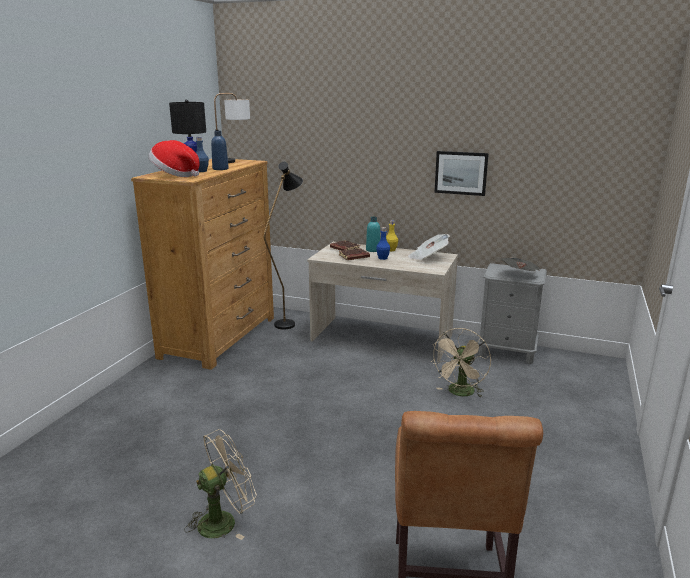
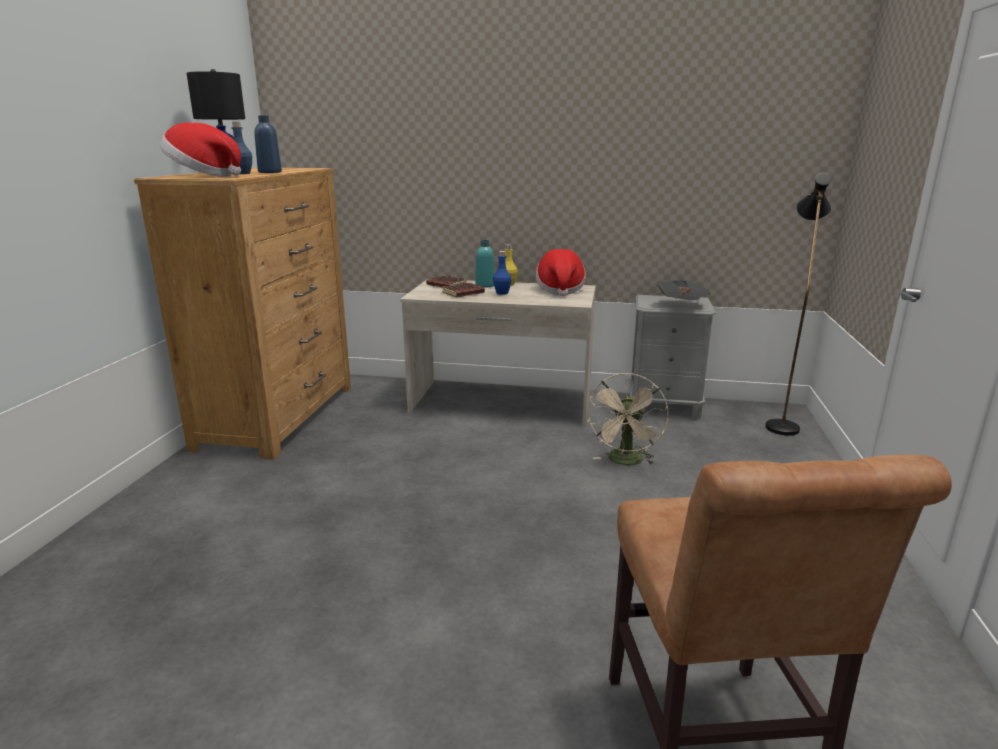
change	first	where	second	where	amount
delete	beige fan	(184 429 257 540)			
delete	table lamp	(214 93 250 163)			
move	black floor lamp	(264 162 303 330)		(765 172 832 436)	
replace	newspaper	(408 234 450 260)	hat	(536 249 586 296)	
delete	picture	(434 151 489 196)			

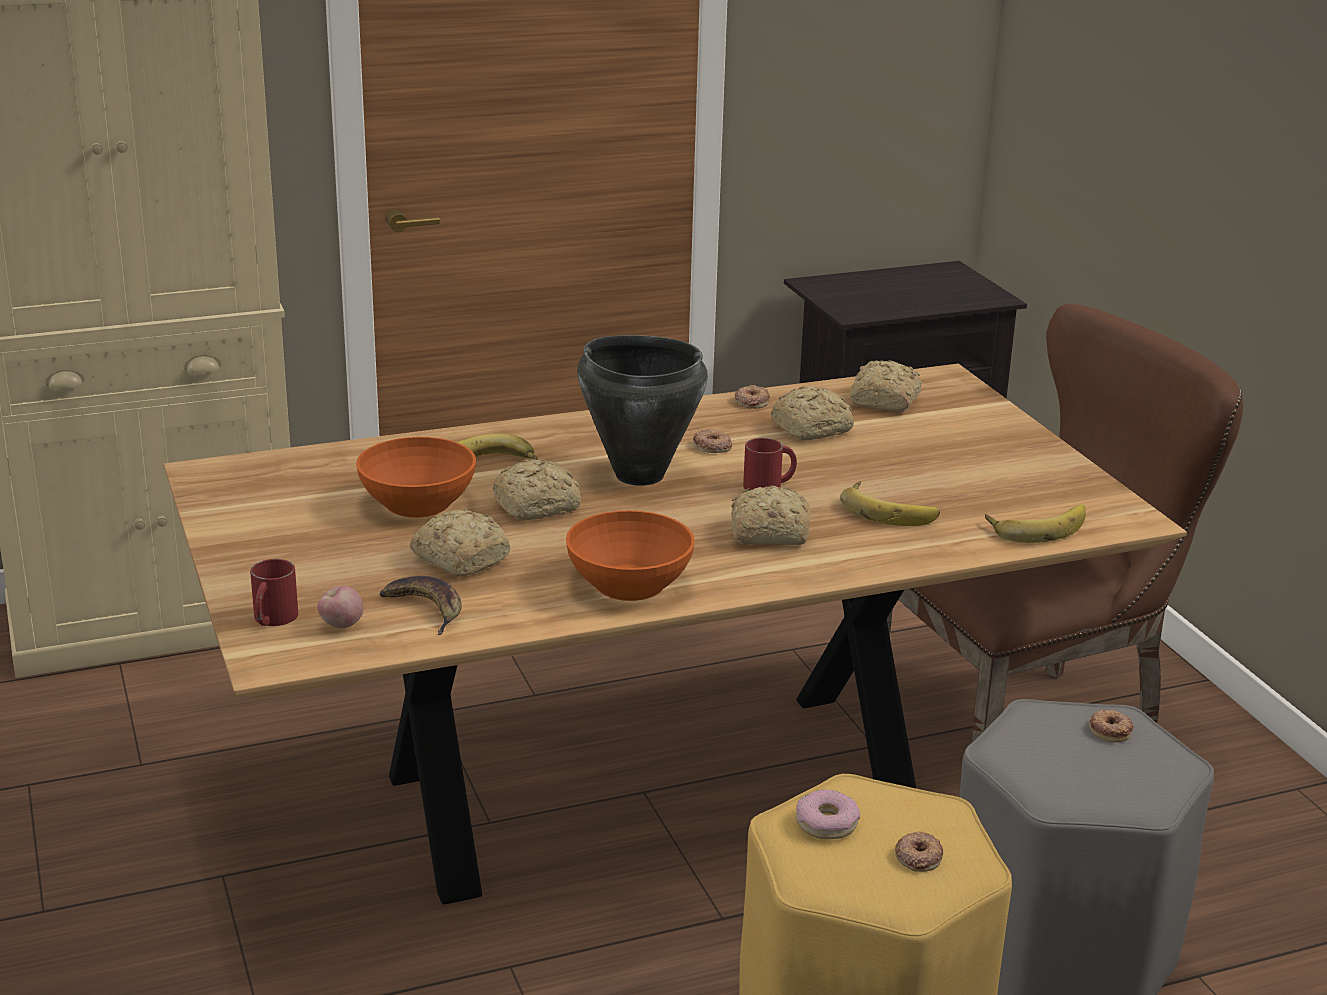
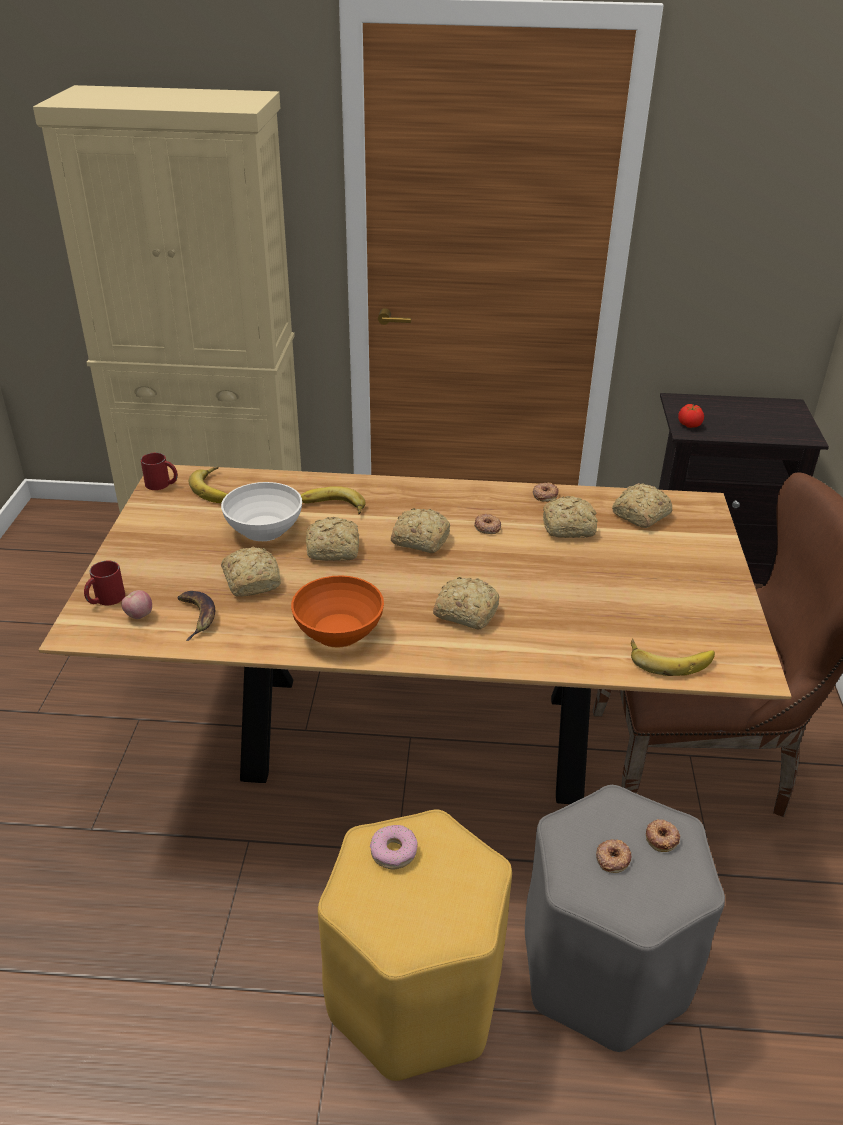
change	first	where	second	where	amount
recolor	orange bowl	(356 437 476 518)	white bowl	(221 482 302 541)	
replace	black cooking pot	(577 335 708 486)	bread	(391 508 450 553)	
move	red mug	(743 438 797 490)		(141 453 178 490)	
move	banana	(840 481 940 526)		(188 467 227 503)	
move	donut	(895 831 943 872)		(596 839 632 873)	
insert			tomato	(678 404 704 428)	

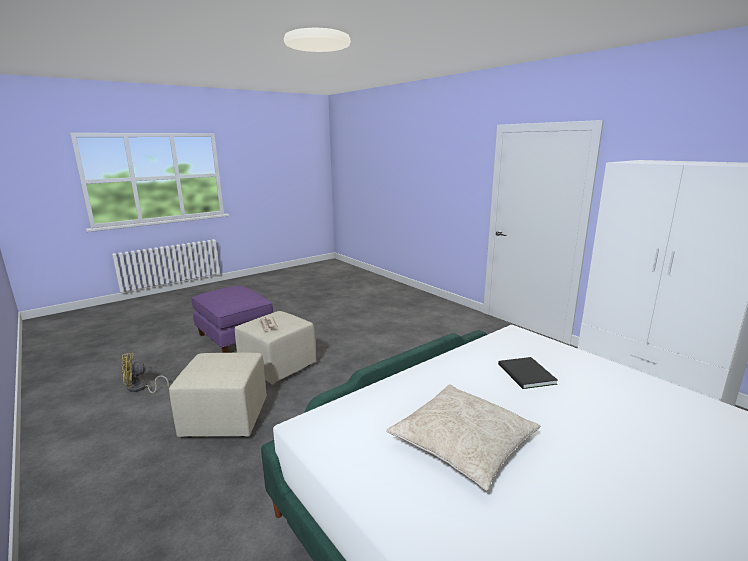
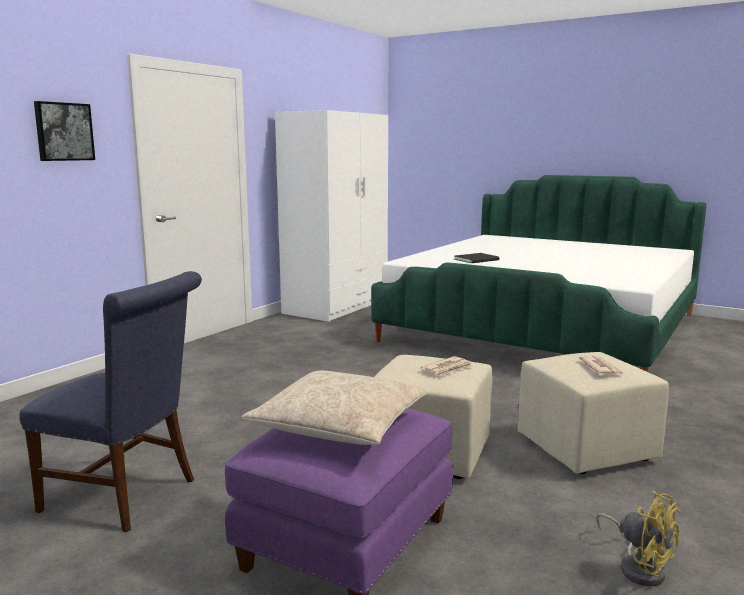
change	first	where	second	where	amount
move	beige pillow	(386 385 540 491)		(241 371 428 445)	
insert			blue chair	(19 271 202 533)	
insert			picture	(34 101 95 161)	
insert			newspaper	(579 356 624 375)	

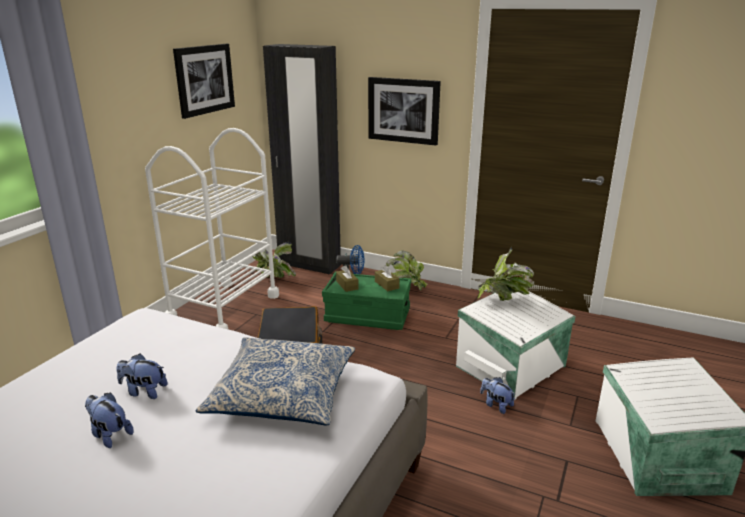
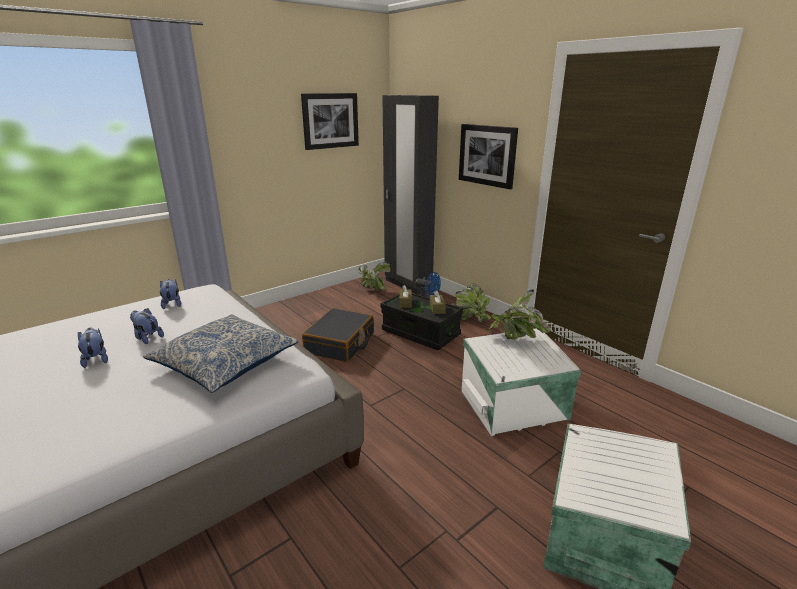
change	first	where	second	where	amount
delete	white cart	(145 128 279 329)			
recolor	green storage box	(322 271 411 330)	black storage box	(380 293 463 350)	
move	plush toy	(480 377 515 414)		(160 279 181 309)	

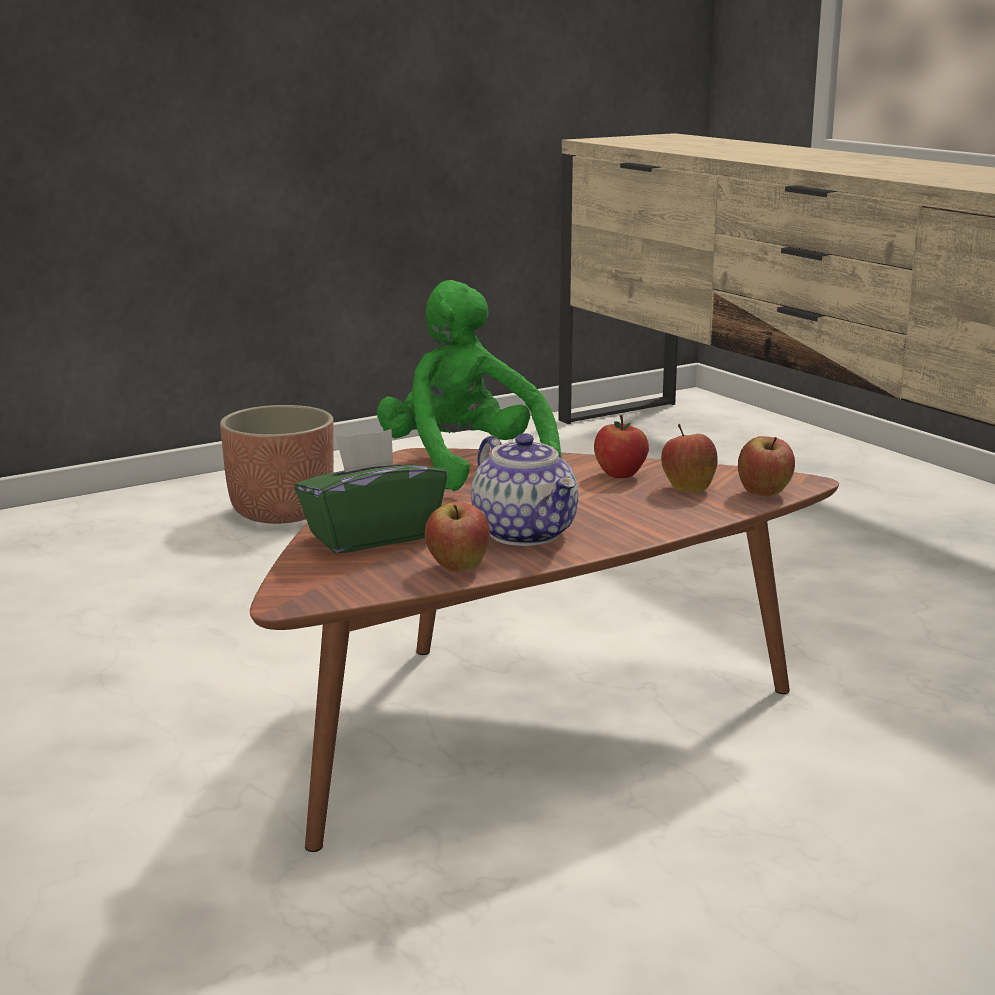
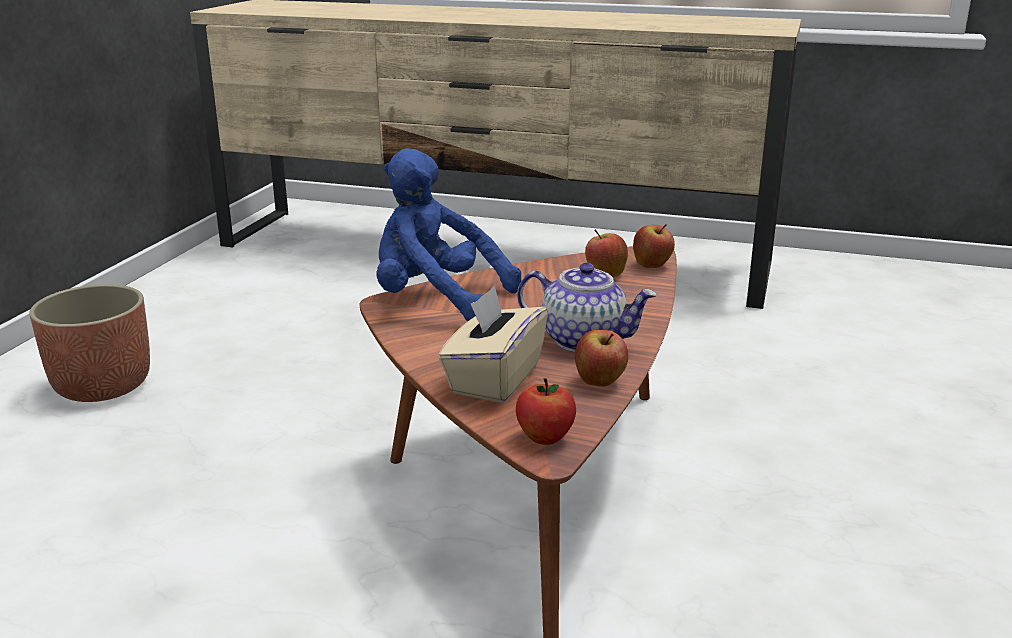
change	first	where	second	where	amount
recolor	green tissue box	(295 429 447 554)	beige tissue box	(438 286 548 403)	
recolor	green plush toy	(377 280 562 491)	blue plush toy	(376 148 521 321)	
move	apple	(594 415 649 478)		(516 378 576 445)	

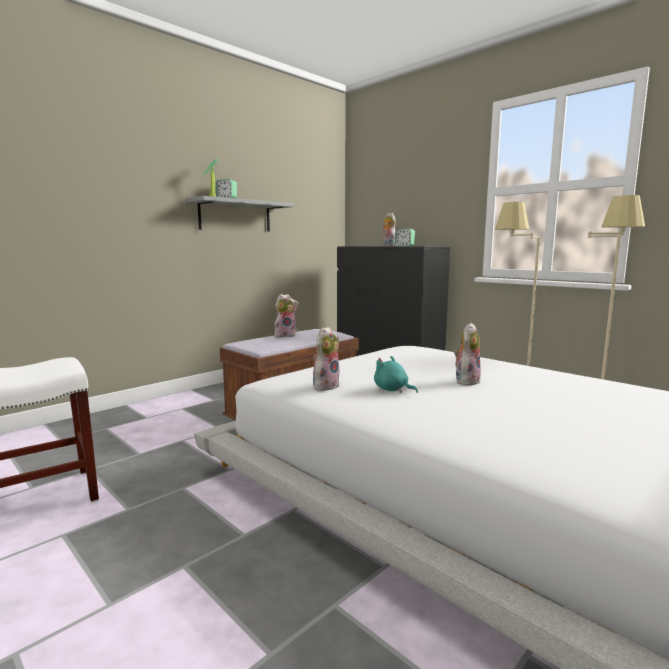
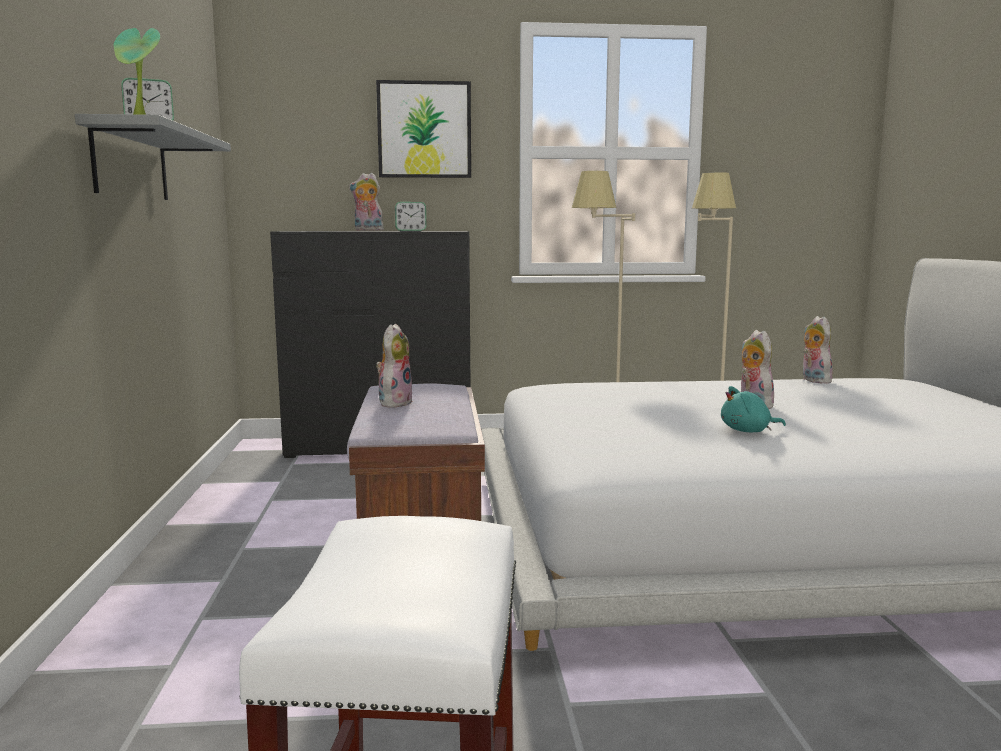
change	first	where	second	where	amount
move	plush toy	(313 326 339 391)		(803 316 833 384)	
insert			picture	(376 80 471 178)	

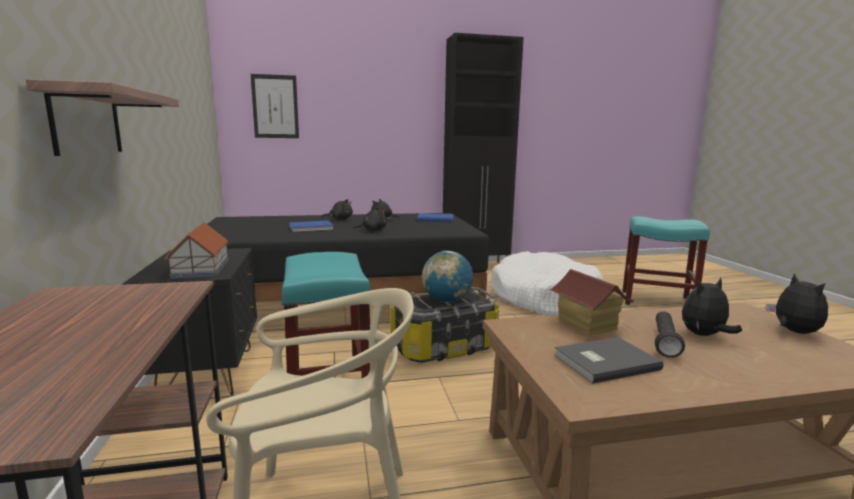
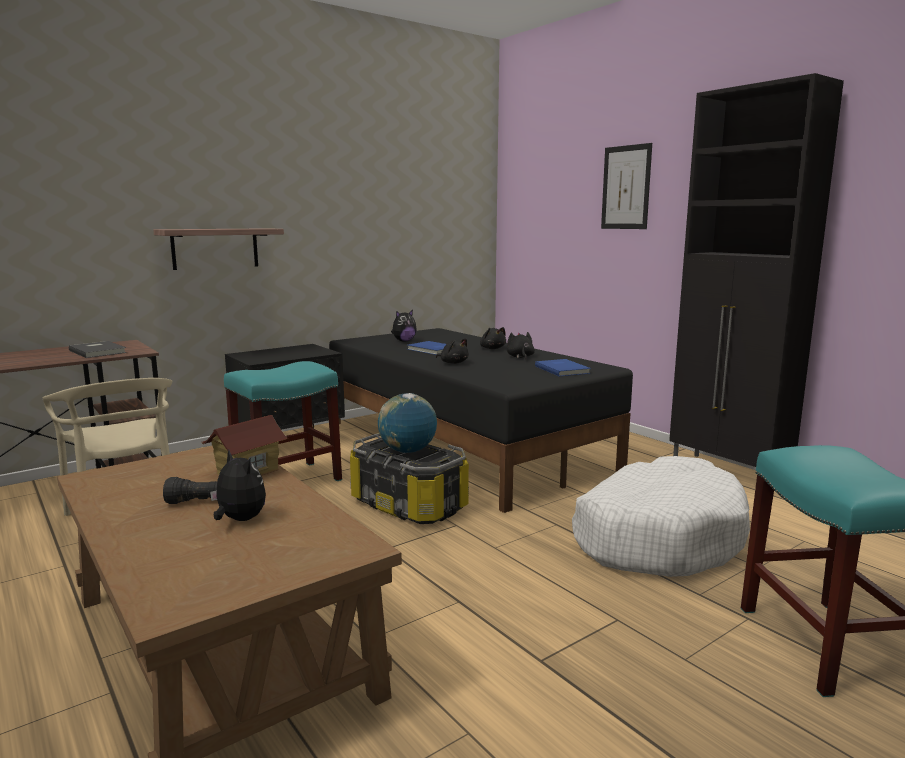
change	first	where	second	where	amount
delete	toy house	(165 222 229 279)			
move	picture	(251 74 299 138)		(601 143 652 229)	
move	grey book	(554 337 663 384)		(69 341 127 358)	
move	plush toy	(767 273 828 334)		(391 310 417 342)	

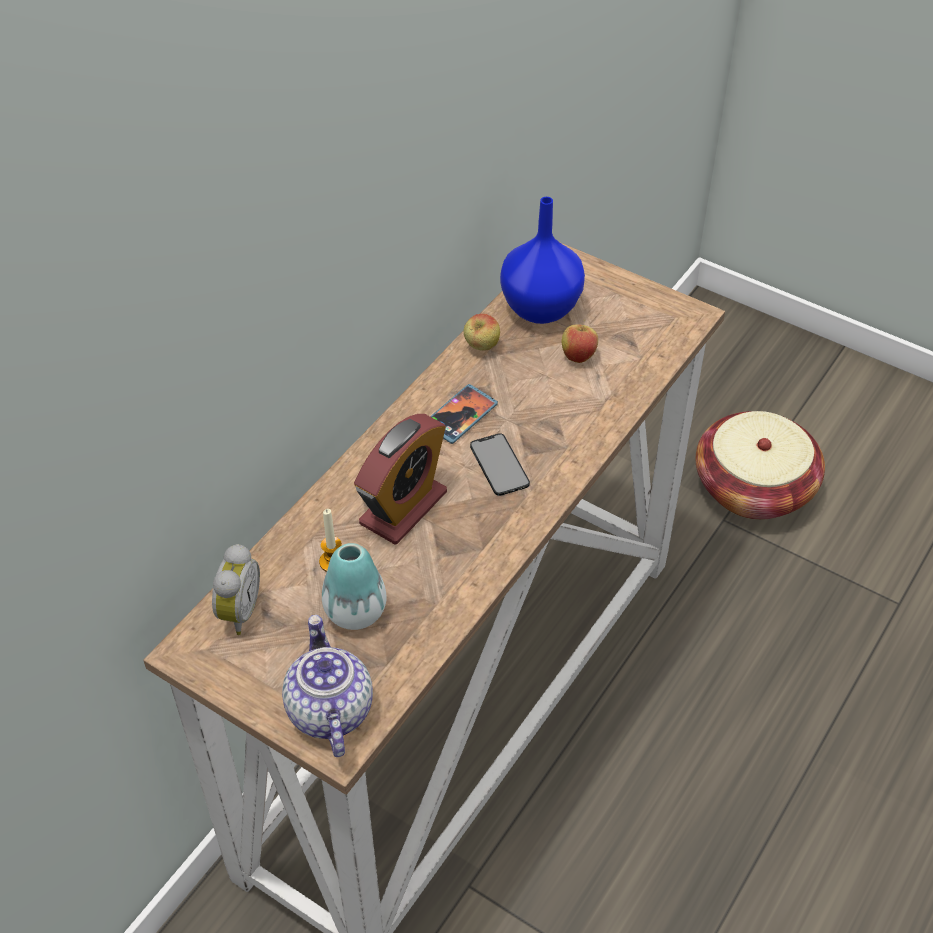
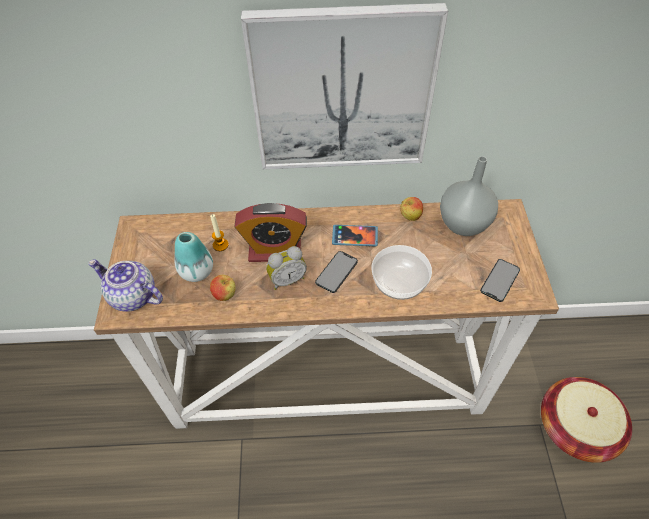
change	first	where	second	where	amount
move	alarm clock	(212 544 260 635)		(266 246 307 290)	
rotate	teapot	(282 615 373 757)		(88 259 163 312)	105 degrees counterclockwise
recolor	blue vase	(500 197 585 324)	grey vase	(440 156 498 236)	
move	apple	(562 319 598 363)		(210 275 236 301)	
insert			picture	(241 3 448 169)	
insert			bowl	(371 245 432 300)	
insert			phone	(480 259 520 302)	

